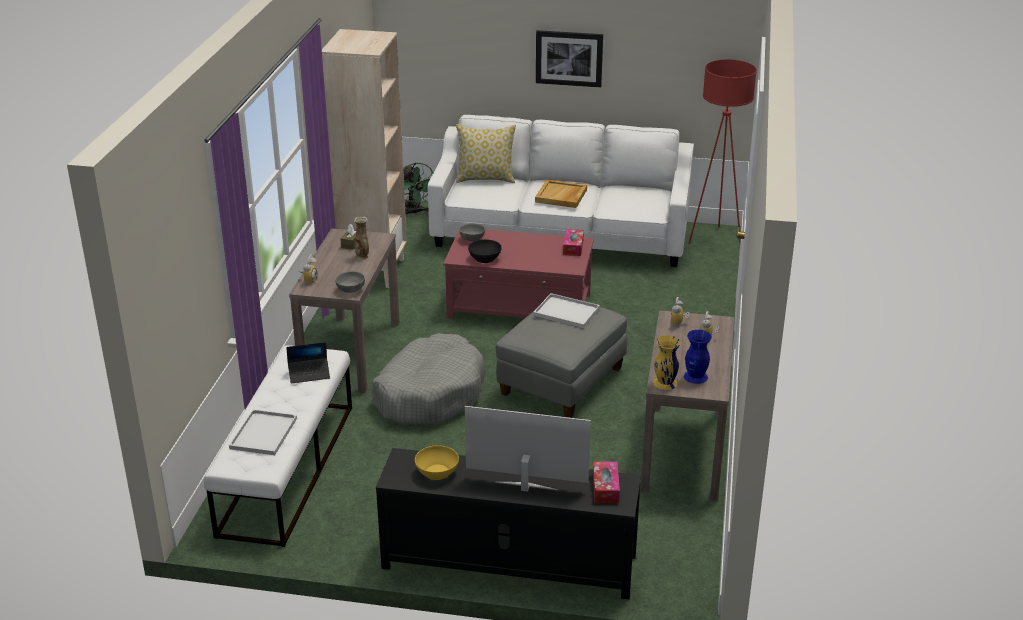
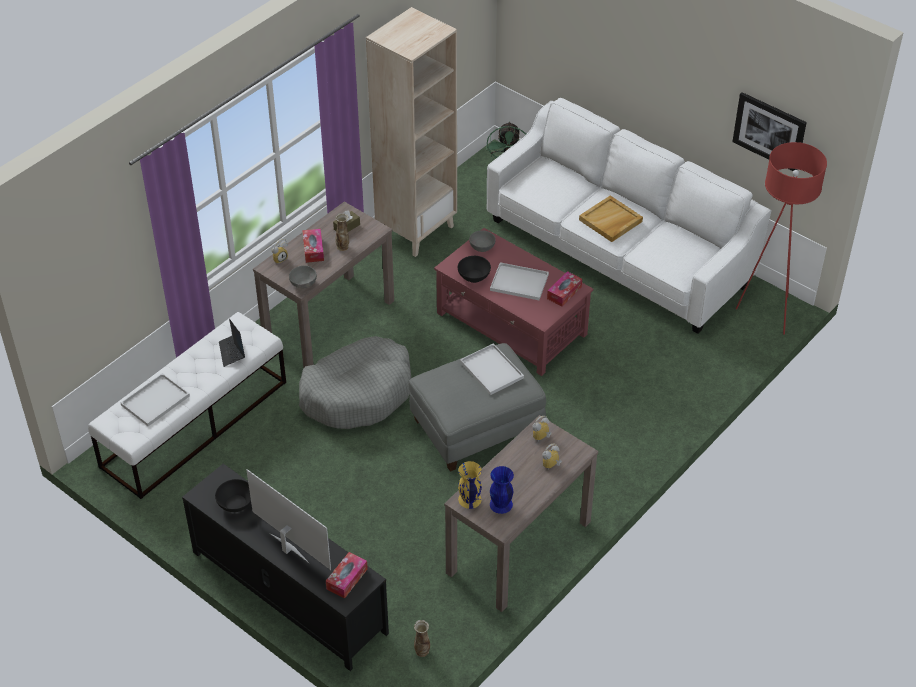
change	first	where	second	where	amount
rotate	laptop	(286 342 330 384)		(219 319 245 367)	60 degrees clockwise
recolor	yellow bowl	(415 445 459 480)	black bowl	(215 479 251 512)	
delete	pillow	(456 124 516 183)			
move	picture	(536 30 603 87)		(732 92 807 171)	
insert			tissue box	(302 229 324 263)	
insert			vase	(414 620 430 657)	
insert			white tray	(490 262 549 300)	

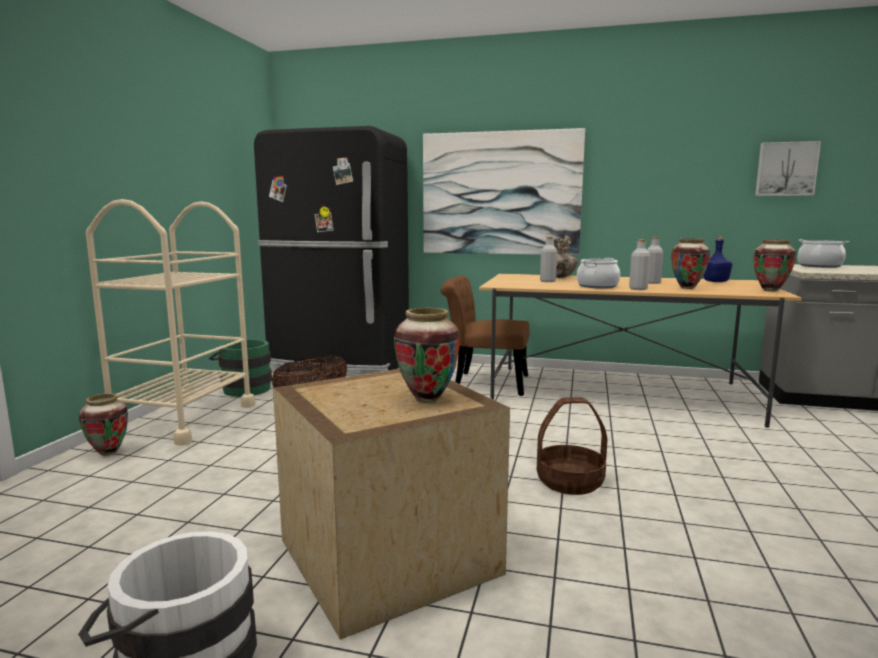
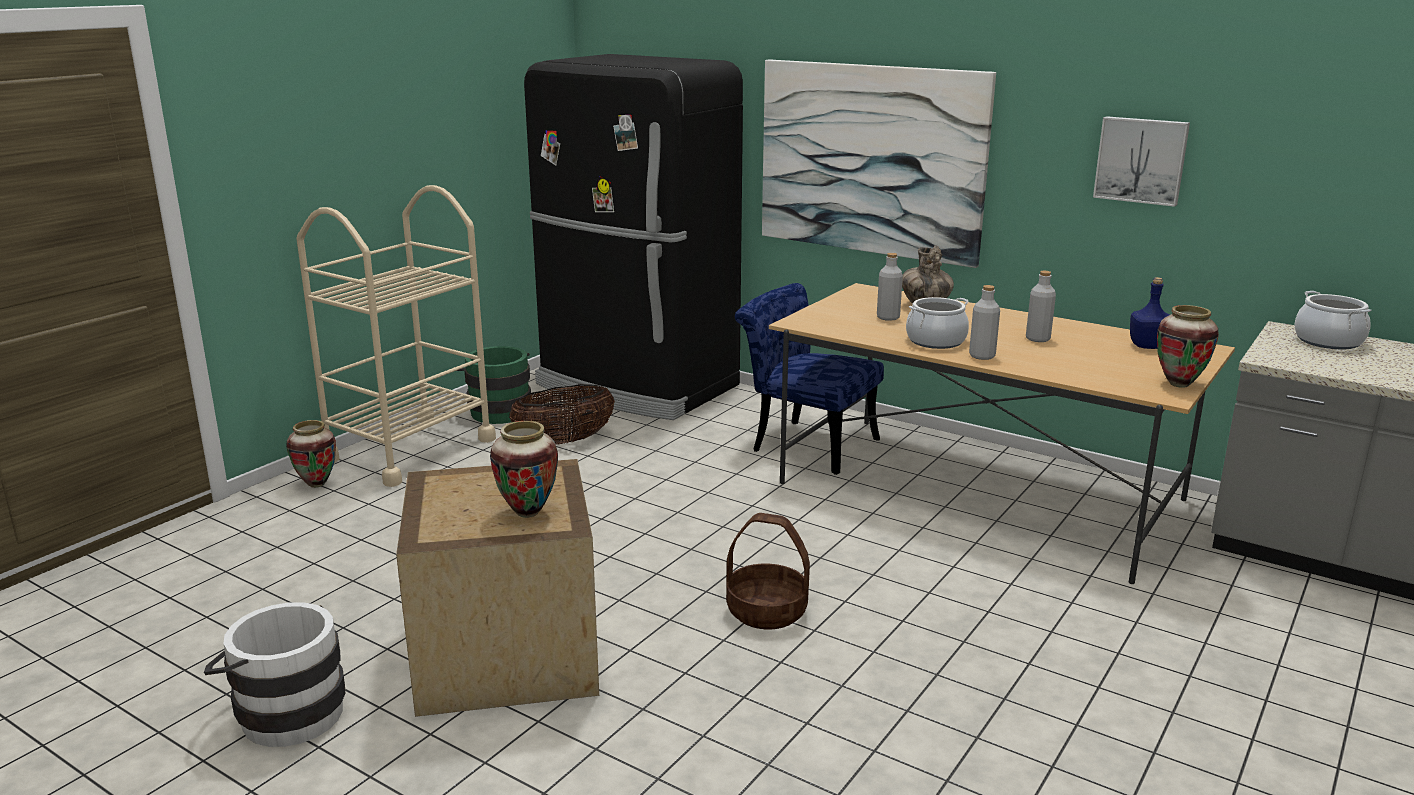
change	first	where	second	where	amount
recolor	brown chair	(440 276 530 396)	blue chair	(735 283 884 475)	
delete	vase	(671 238 710 289)			
move	picture	(755 141 821 196)		(1093 116 1190 207)	

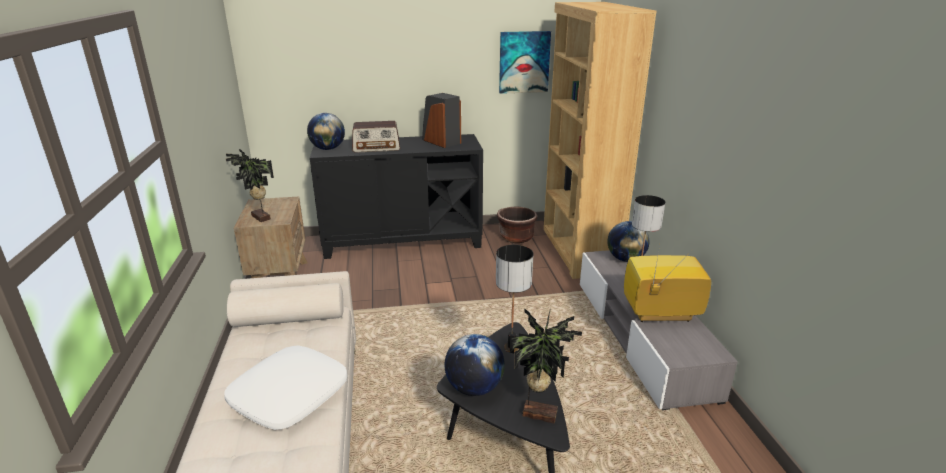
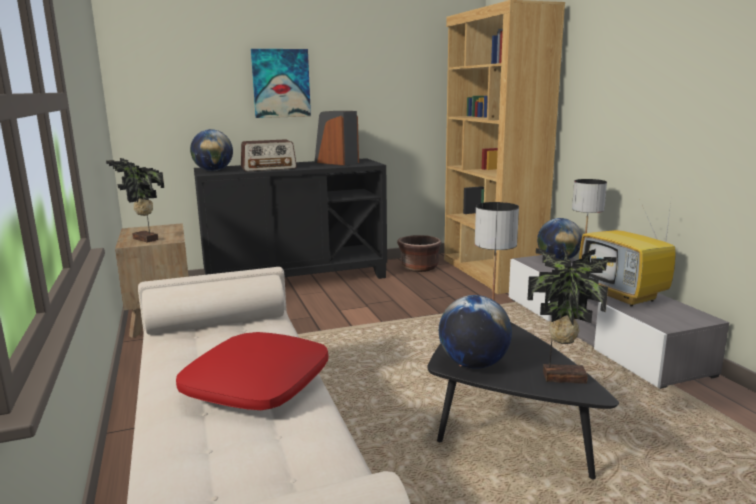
change	first	where	second	where	amount
recolor	white pillow	(224 345 347 430)	red pillow	(176 332 328 410)	
move	picture	(499 31 551 94)		(251 49 311 118)	
rotate	television	(624 245 711 322)		(579 203 676 307)	105 degrees counterclockwise

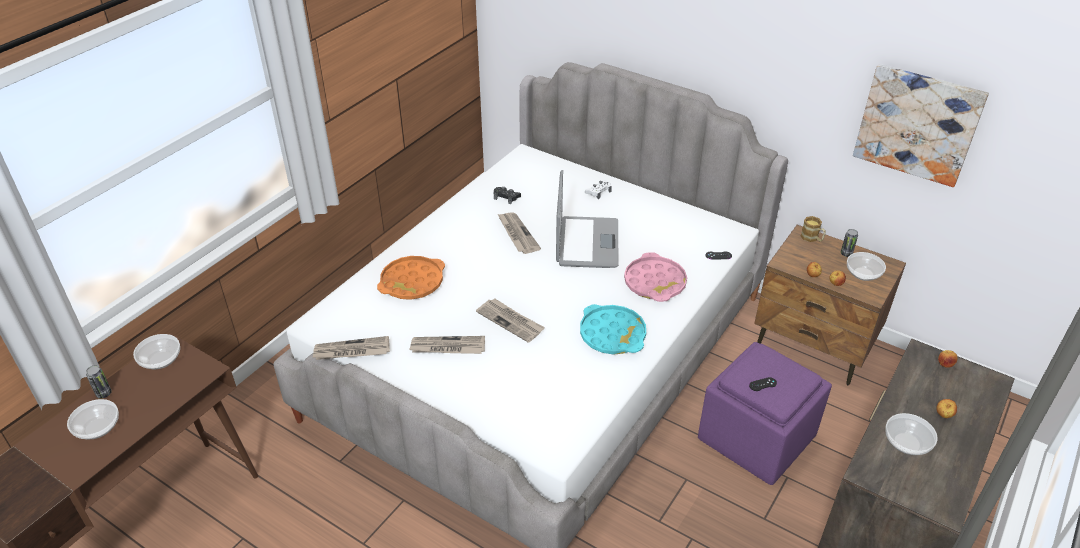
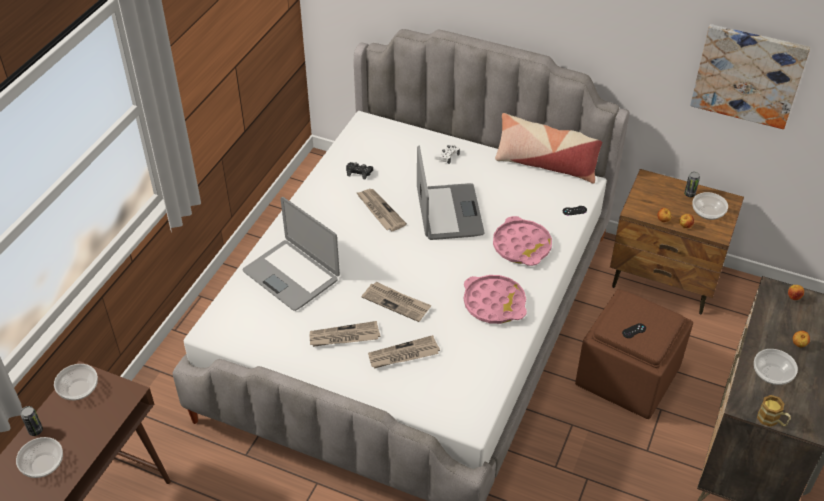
change	first	where	second	where	amount
move	newspaper	(312 336 390 360)		(368 335 440 368)	
replace	orange tray	(377 256 445 300)	laptop	(242 197 340 311)	
recolor	turquoise tray	(580 304 646 355)	pink tray	(464 275 527 324)	
recolor	purple ottoman	(698 342 832 485)	brown ottoman	(575 289 693 419)	
move	mug	(801 216 826 242)		(757 395 791 427)	
insert			pillow	(495 113 602 183)	

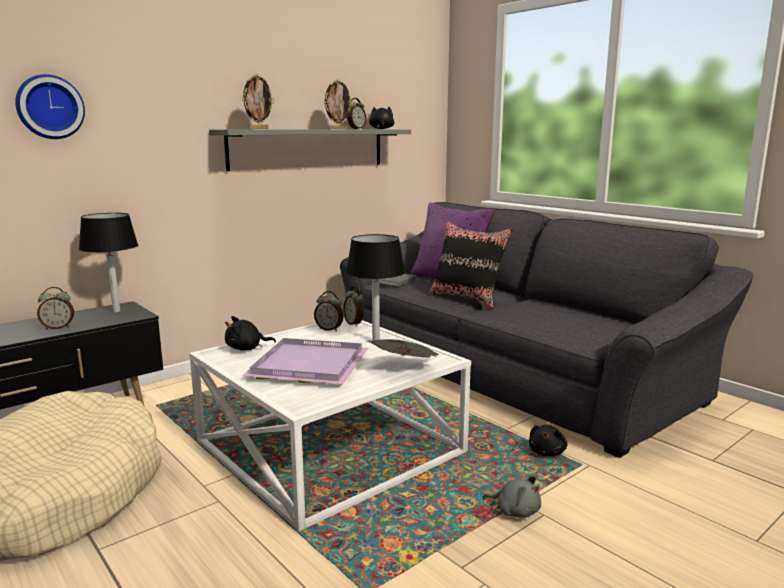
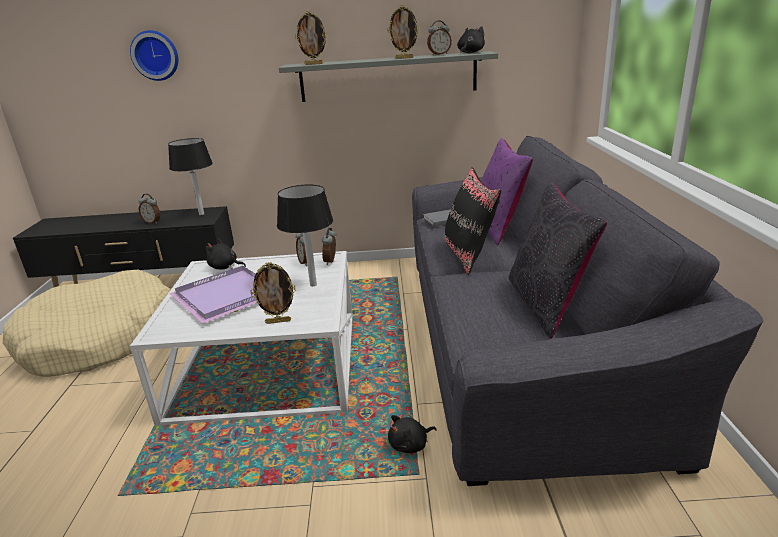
change	first	where	second	where	amount
replace	newspaper	(367 339 439 358)	picture frame	(250 262 296 324)	
delete	grey plush toy	(483 475 541 518)			
insert			black pillow	(508 182 607 339)	

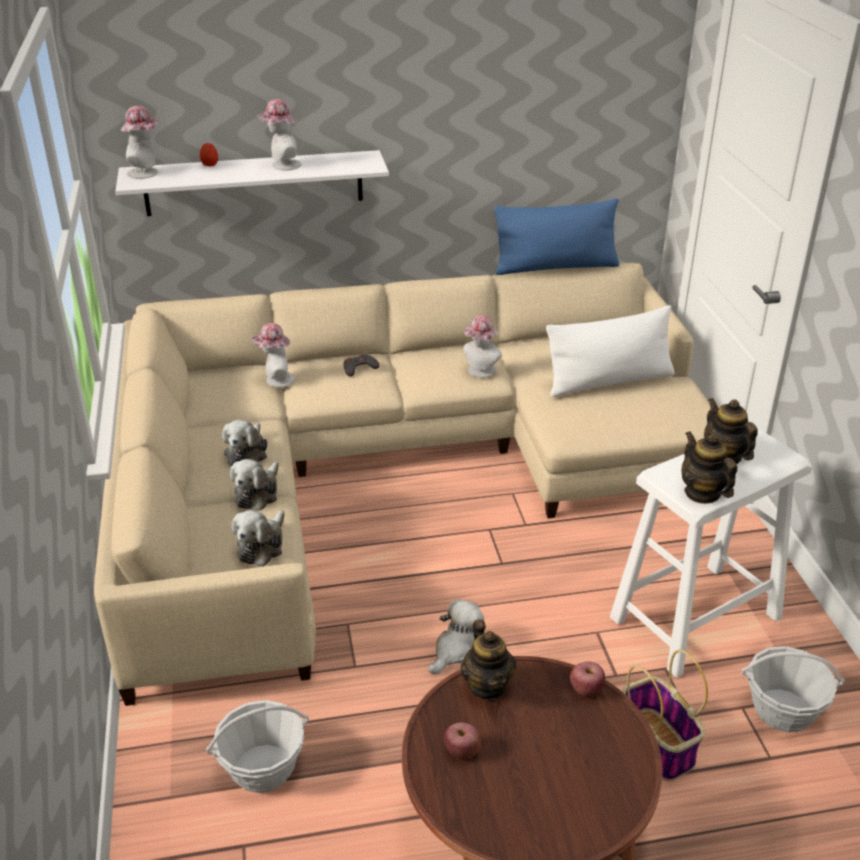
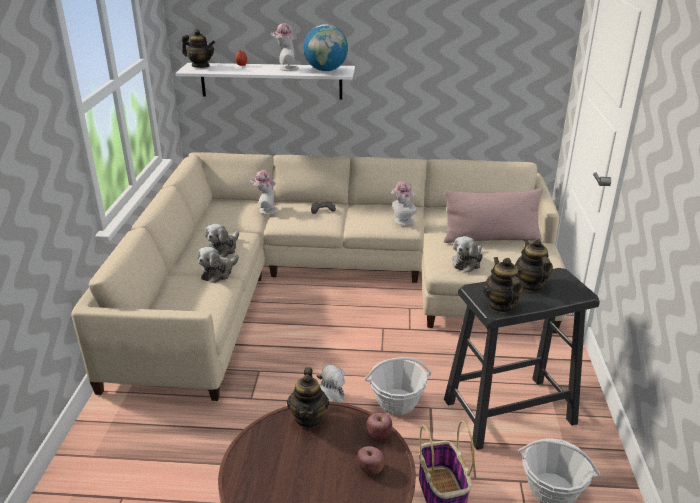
change	first	where	second	where	amount
replace	hat	(121 106 161 179)	teapot	(182 29 215 68)	
move	basket	(206 700 309 793)		(365 357 431 415)	
move	plush toy	(232 510 285 567)		(452 236 483 273)	
move	apple	(444 722 481 759)		(357 446 385 475)	
delete	blue pillow	(494 198 619 275)			
recolor	white pillow	(546 305 674 397)	pink pillow	(444 188 543 243)	
recolor	white stool	(610 428 812 678)	black stool	(444 268 600 450)	
insert			globe	(303 24 348 71)	

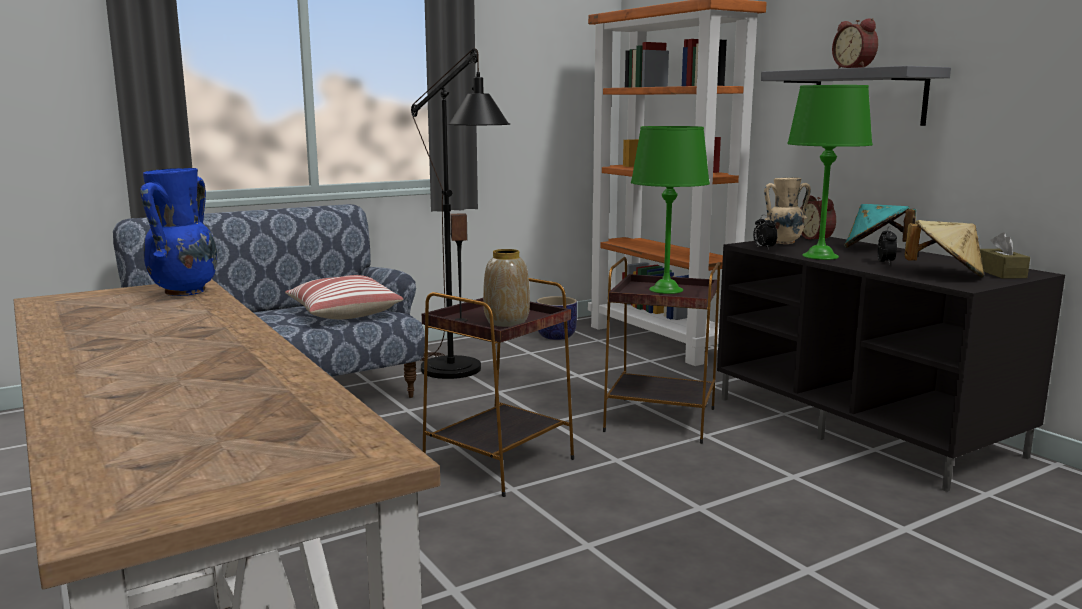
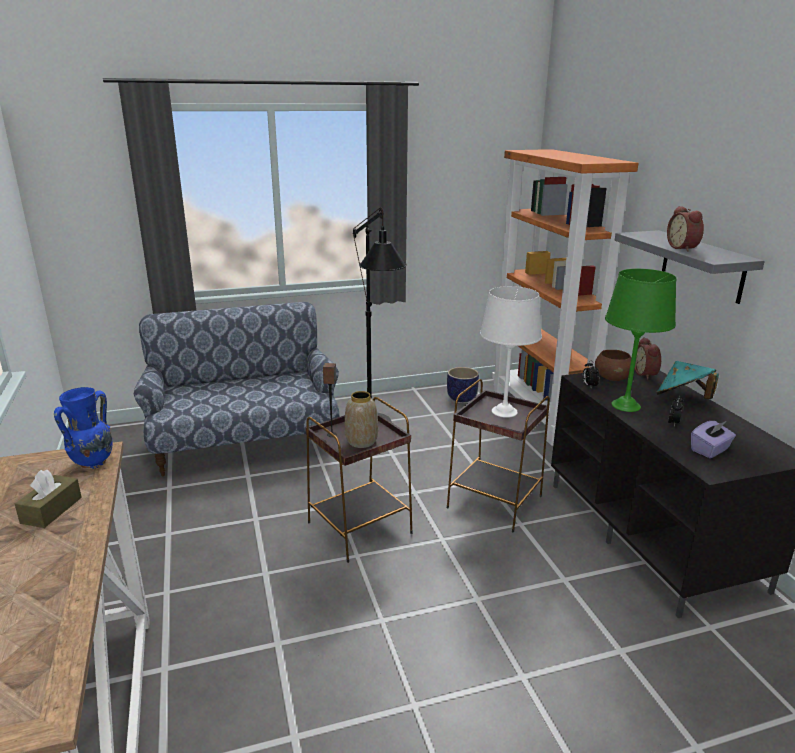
change	first	where	second	where	amount
delete	pillow	(285 275 403 319)			
recolor	green table lamp	(631 126 710 294)	white table lamp	(480 286 542 418)	
replace	beige vase	(764 178 811 244)	brown bowl	(595 350 631 381)	
replace	beige hat	(904 220 984 277)	purple tissue box	(691 421 736 458)	
move	brown tissue box	(980 232 1030 278)		(15 470 82 528)	

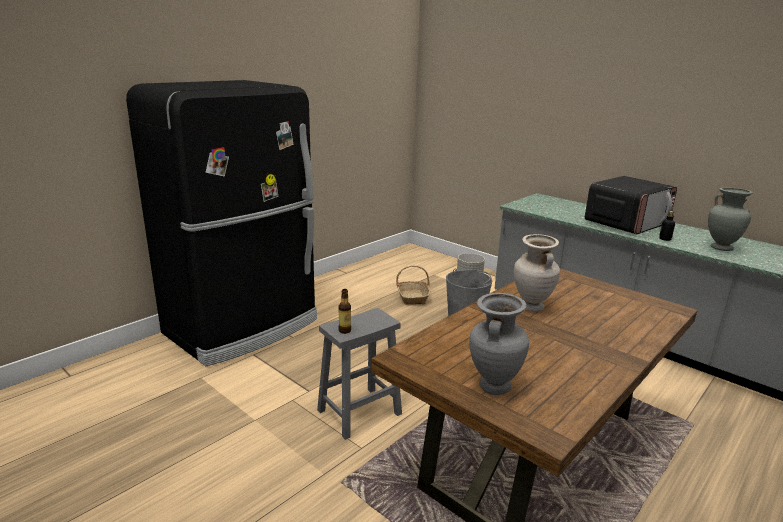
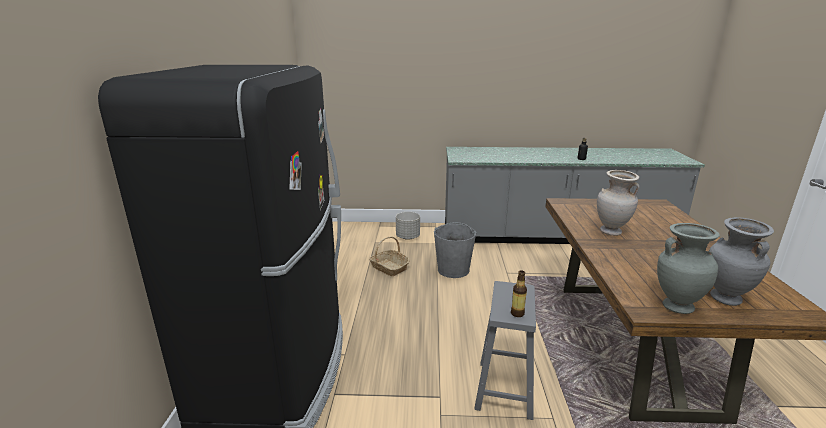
change	first	where	second	where	amount
delete	microwave	(585 176 677 234)			
move	grey vase	(708 188 753 251)		(657 223 720 314)	

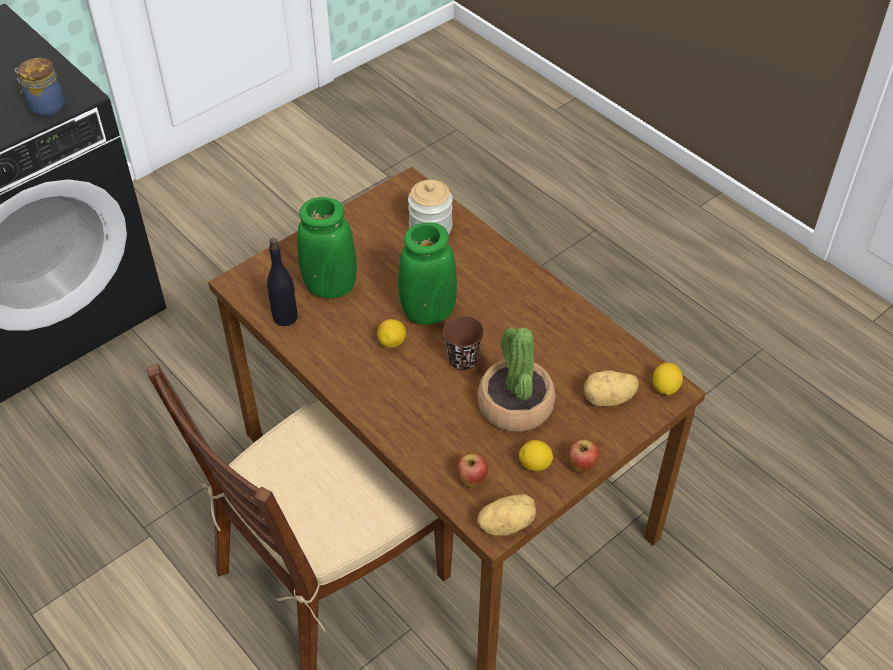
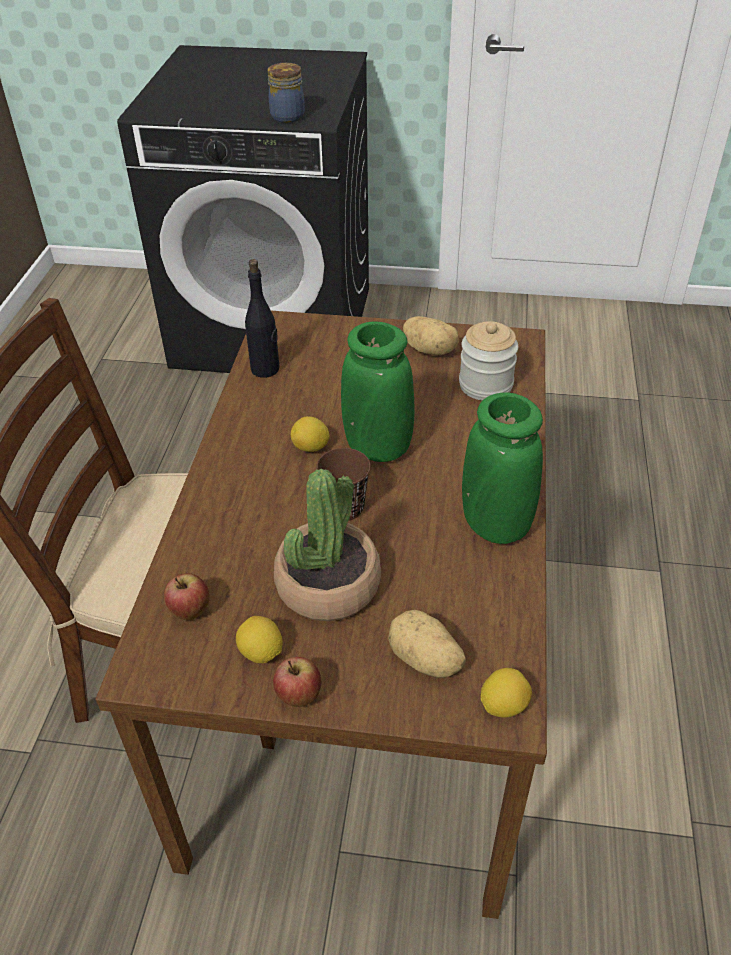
change	first	where	second	where	amount
move	green vase	(297 197 357 298)		(462 392 543 544)	
move	potato	(477 494 536 536)		(403 316 459 355)	

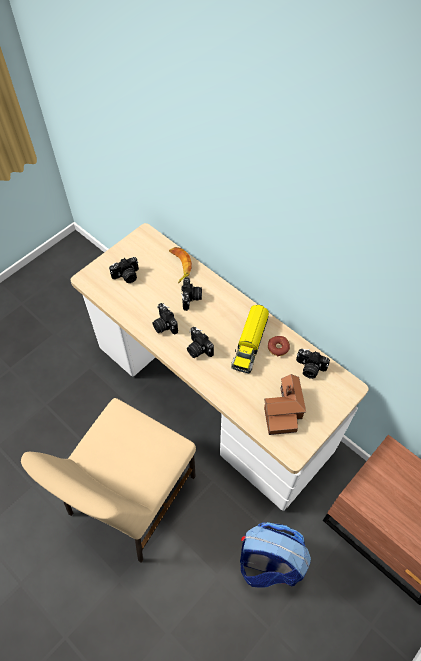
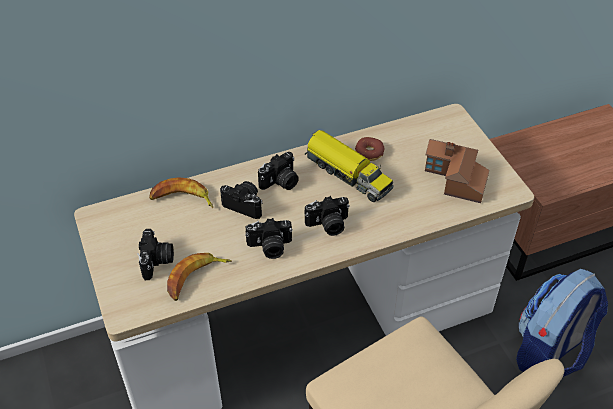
change	first	where	second	where	amount
move	photo camera	(296 349 330 379)		(258 152 299 190)	
insert			banana	(167 253 232 301)	

